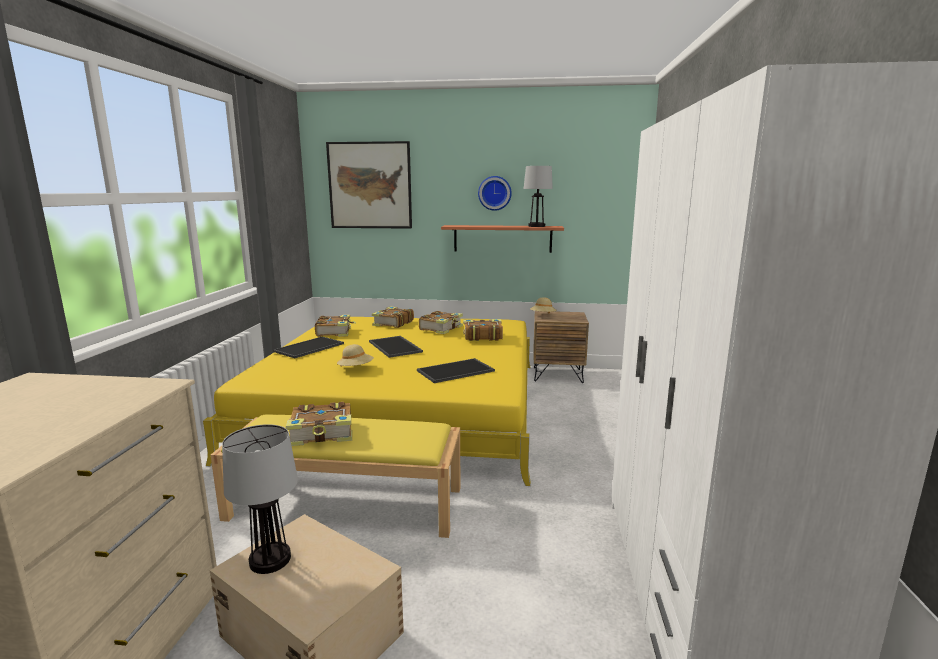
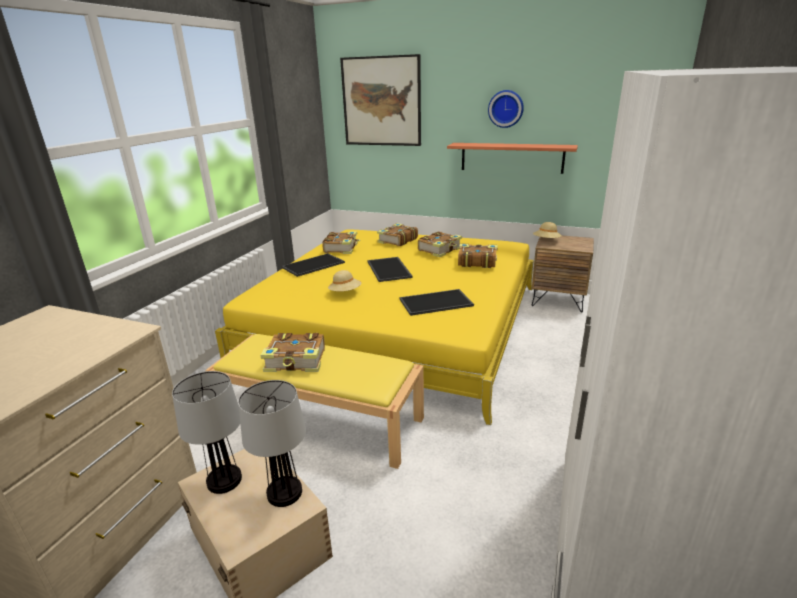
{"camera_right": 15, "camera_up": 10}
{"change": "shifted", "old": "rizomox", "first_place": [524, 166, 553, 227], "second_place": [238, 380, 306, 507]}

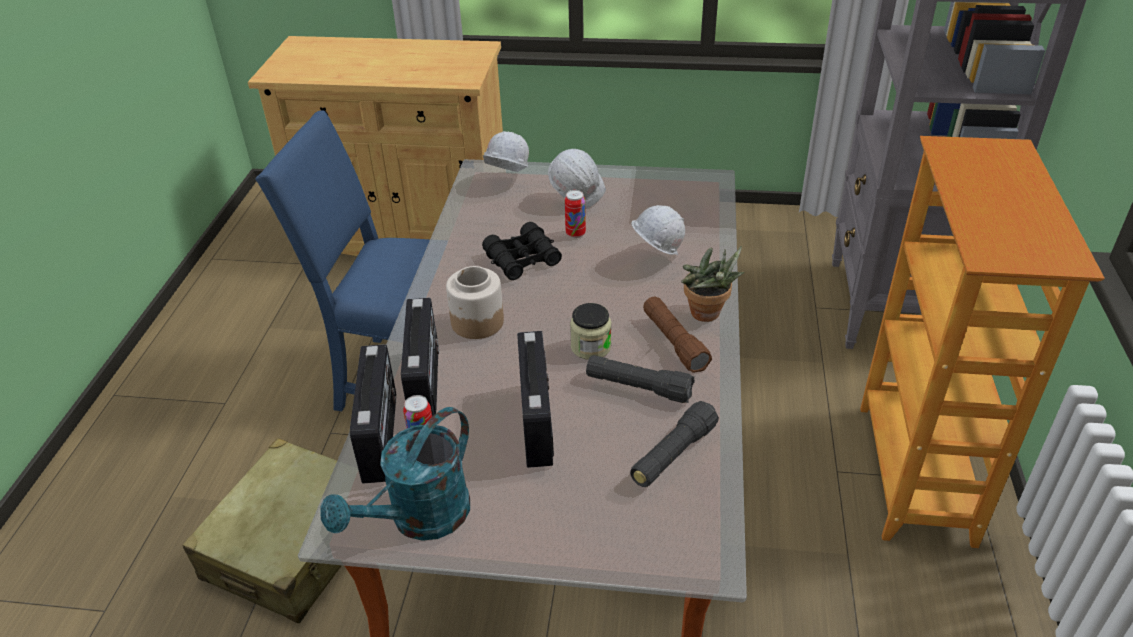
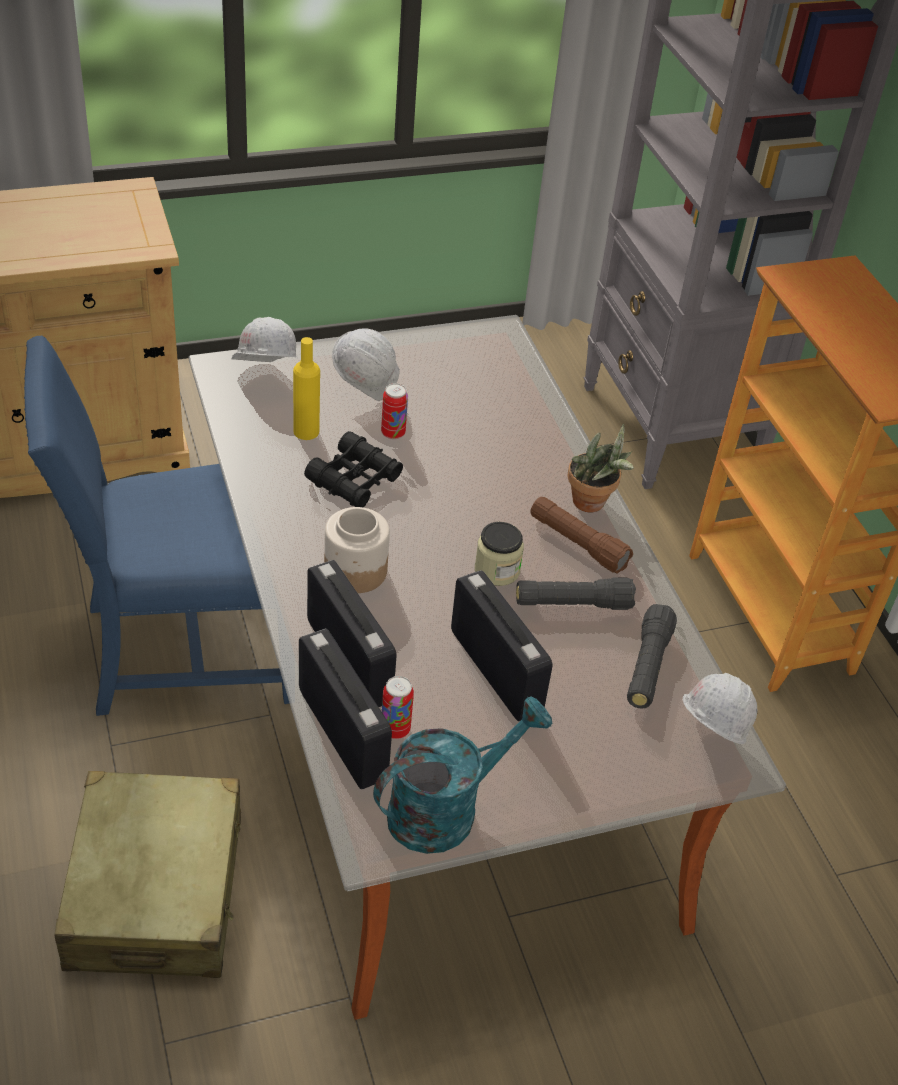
{"camera_right": -30, "camera_up": 5}
{"change": "rotated", "old": "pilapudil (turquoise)", "first_place": [320, 407, 470, 541], "second_place": [373, 696, 552, 854], "degrees": -135}
{"change": "shifted", "old": "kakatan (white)", "first_place": [631, 205, 685, 255], "second_place": [682, 673, 757, 744]}
{"change": "new", "new": "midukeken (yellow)", "second_place": [293, 337, 320, 440]}

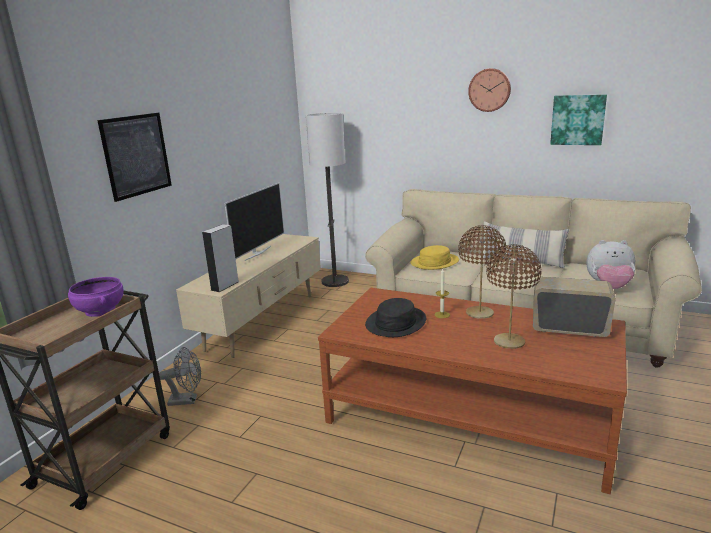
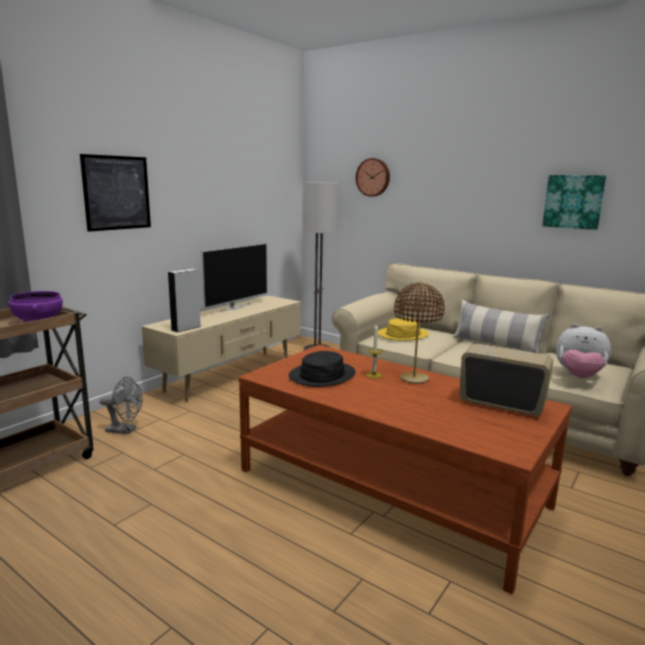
{"camera_right": 10, "camera_up": -5}
{"change": "shifted", "old": "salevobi", "first_place": [468, 68, 511, 112], "second_place": [356, 158, 390, 197]}
{"change": "gone", "old": "rizomox (brown)", "first_place": [486, 244, 542, 349]}

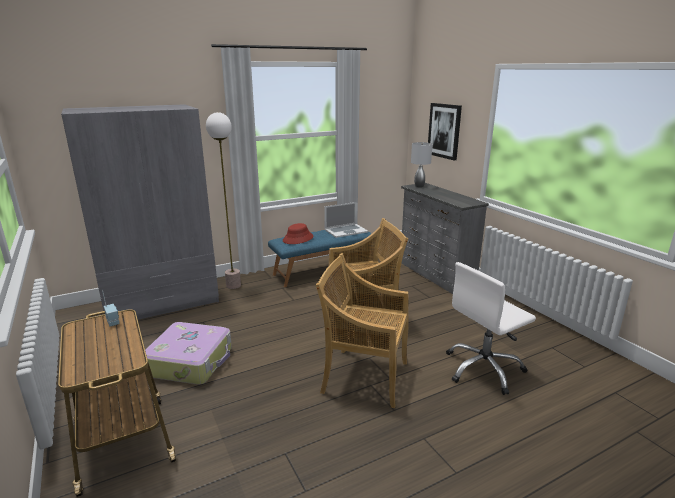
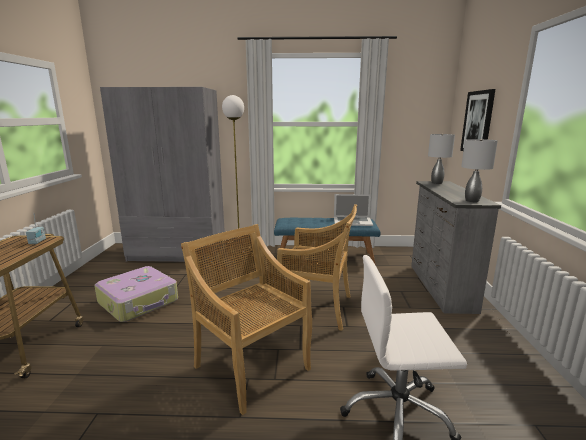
{"camera_right": 30, "camera_up": -5}
{"change": "gone", "old": "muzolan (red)", "first_place": [283, 223, 313, 244]}
{"change": "new", "new": "rizomox (grey)", "second_place": [461, 139, 498, 202]}

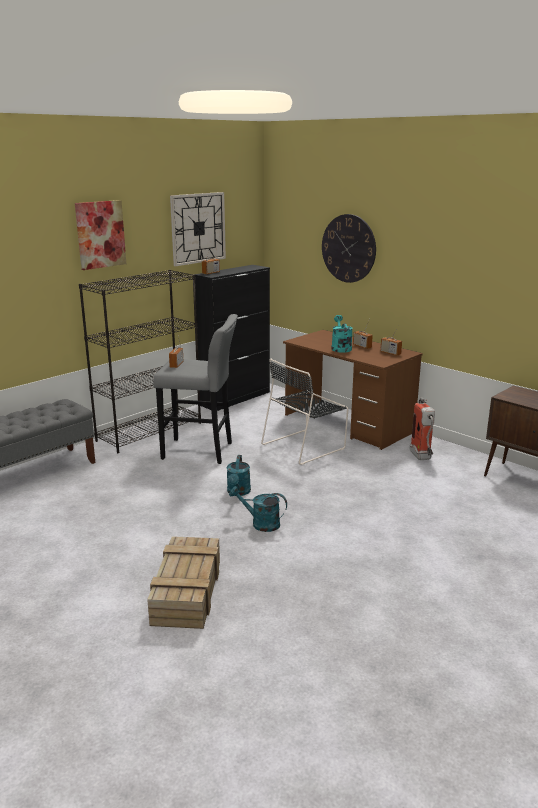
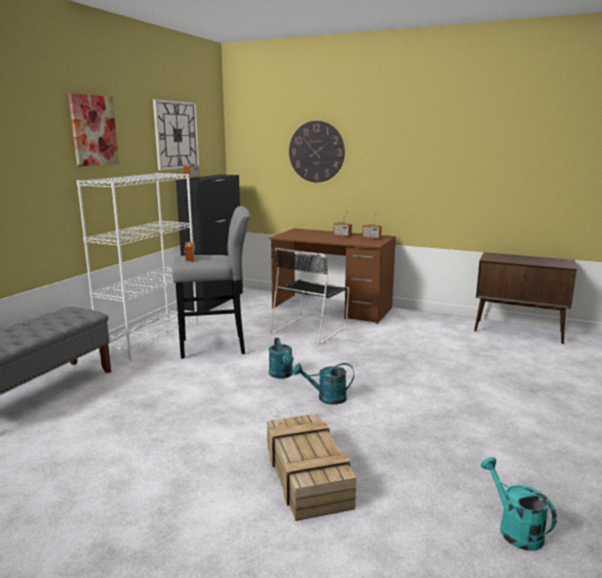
{"camera_right": -20, "camera_up": -5}
{"change": "repainted", "old": "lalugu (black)", "new": "lalugu (white)", "first_place": [79, 270, 201, 453], "second_place": [77, 173, 198, 360]}
{"change": "shifted", "old": "pilapudil (turquoise)", "first_place": [331, 315, 353, 353], "second_place": [481, 457, 557, 551]}
{"change": "gone", "old": "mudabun", "first_place": [410, 397, 435, 460]}

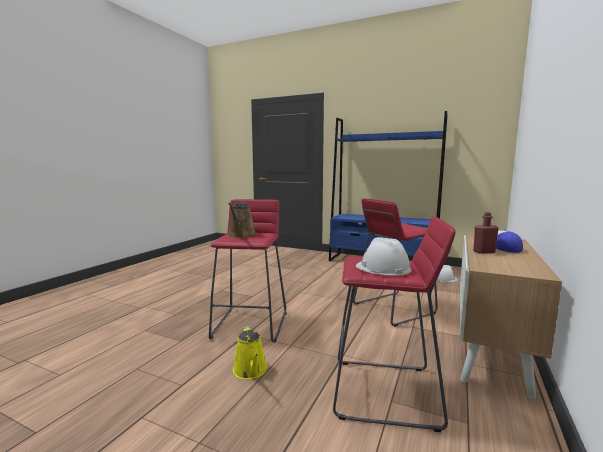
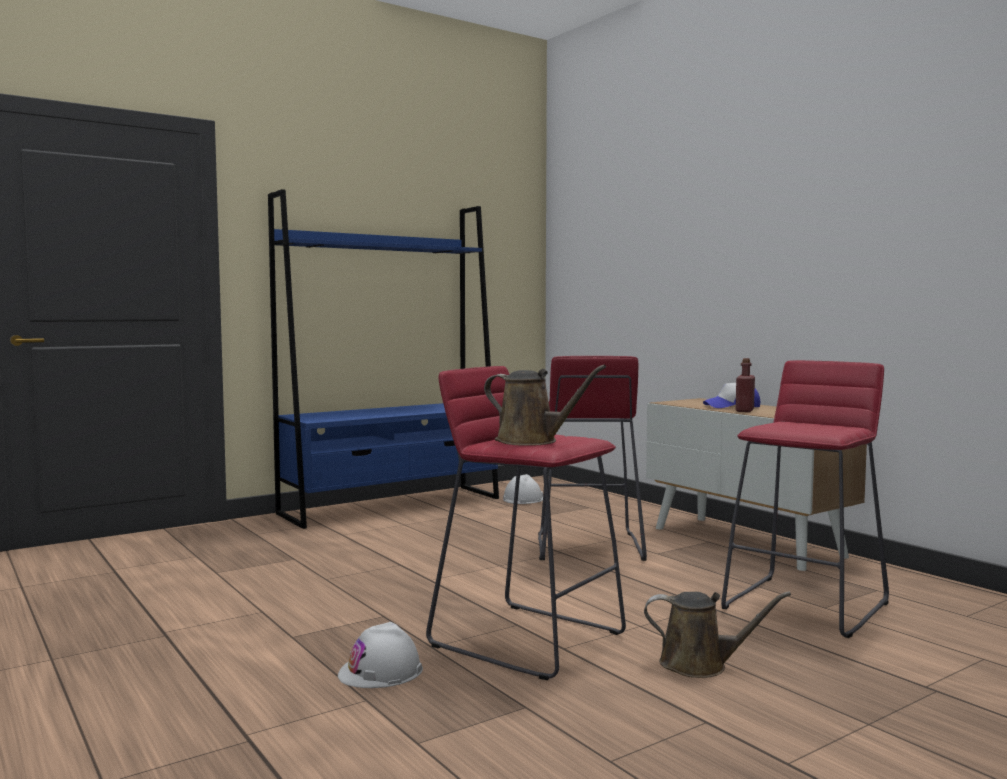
{"camera_right": -60, "camera_up": -5}
{"change": "repainted", "old": "pilapudil (yellow)", "new": "pilapudil (brown)", "first_place": [233, 326, 268, 379], "second_place": [644, 591, 791, 678]}
{"change": "shifted", "old": "kakatan (white)", "first_place": [356, 237, 411, 276], "second_place": [338, 622, 423, 688]}

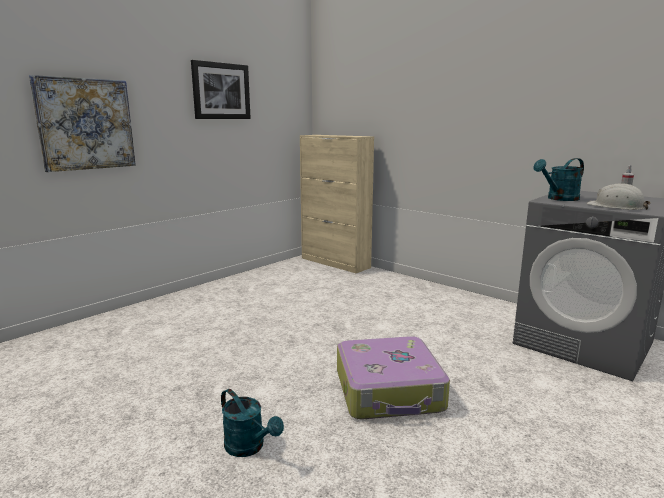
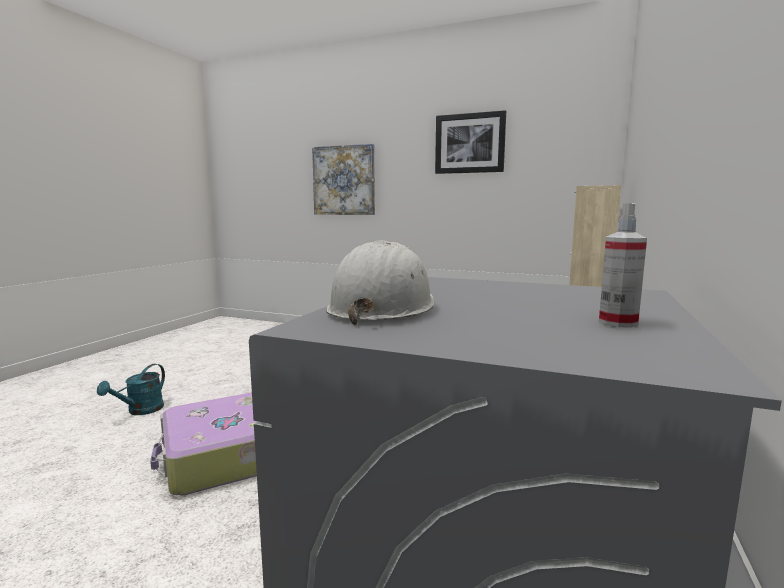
{"camera_right": 70, "camera_up": -5}
{"change": "gone", "old": "pilapudil (turquoise)", "first_place": [533, 158, 584, 201]}

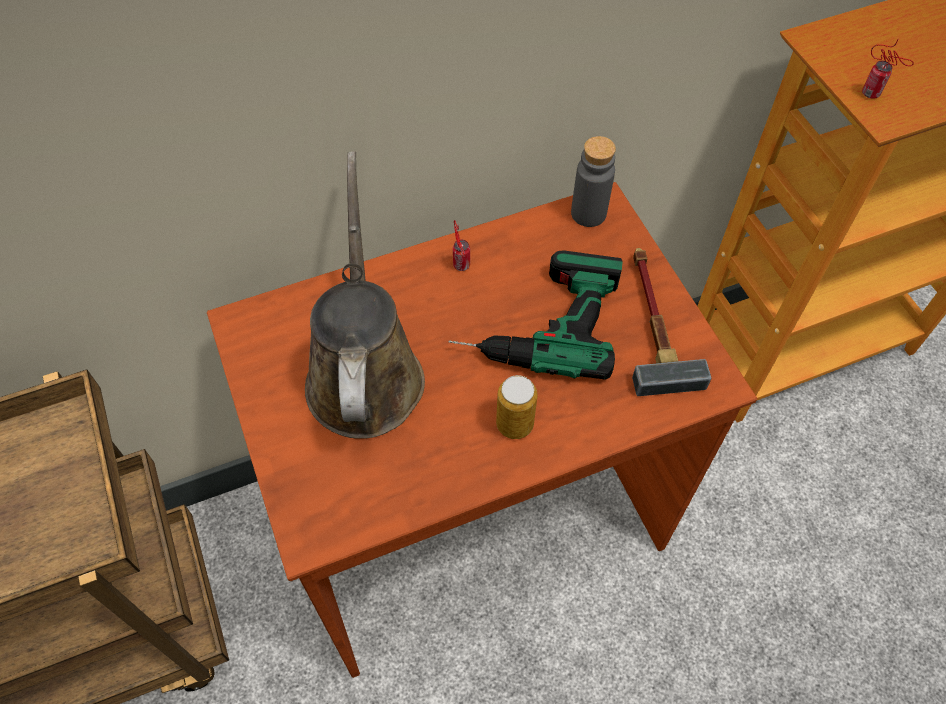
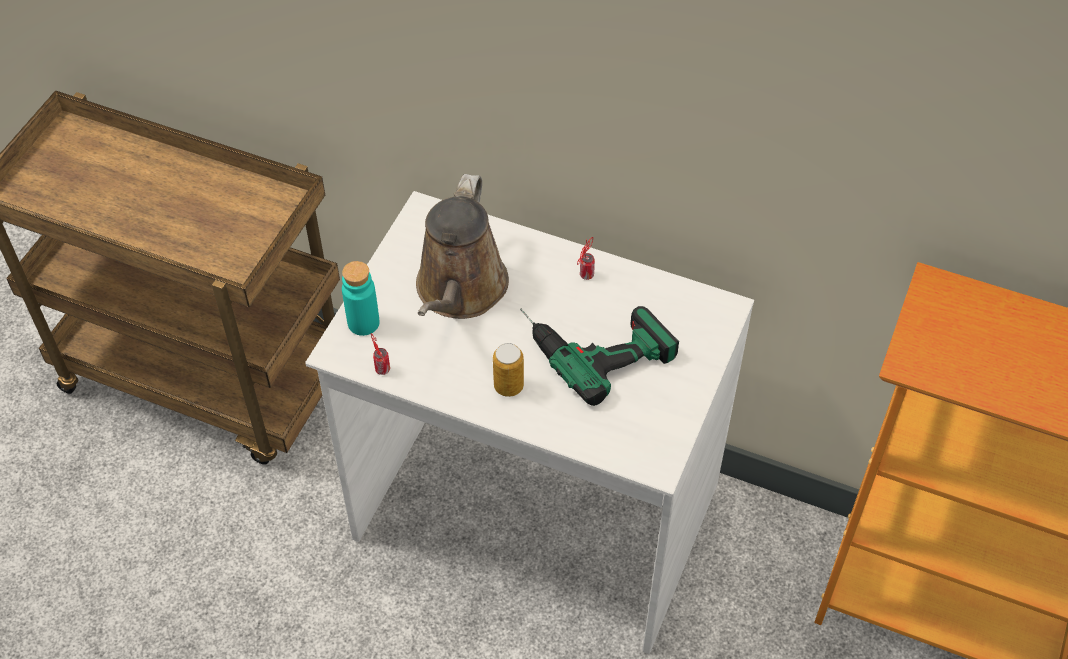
{"camera_right": 45, "camera_up": -5}
{"change": "repainted", "old": "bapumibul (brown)", "new": "bapumibul (white)", "first_place": [207, 182, 757, 678], "second_place": [305, 191, 754, 654]}
{"change": "rotated", "old": "pilapudil (brown)", "first_place": [305, 151, 425, 439], "second_place": [416, 174, 509, 319], "degrees": 150}
{"change": "gone", "old": "midukeken (grey)", "first_place": [571, 136, 616, 227]}
{"change": "gone", "old": "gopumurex", "first_place": [632, 248, 711, 396]}
{"change": "shifted", "old": "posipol", "first_place": [862, 39, 914, 99], "second_place": [371, 333, 390, 375]}
{"change": "new", "new": "midukeken (turquoise)", "second_place": [342, 261, 380, 336]}

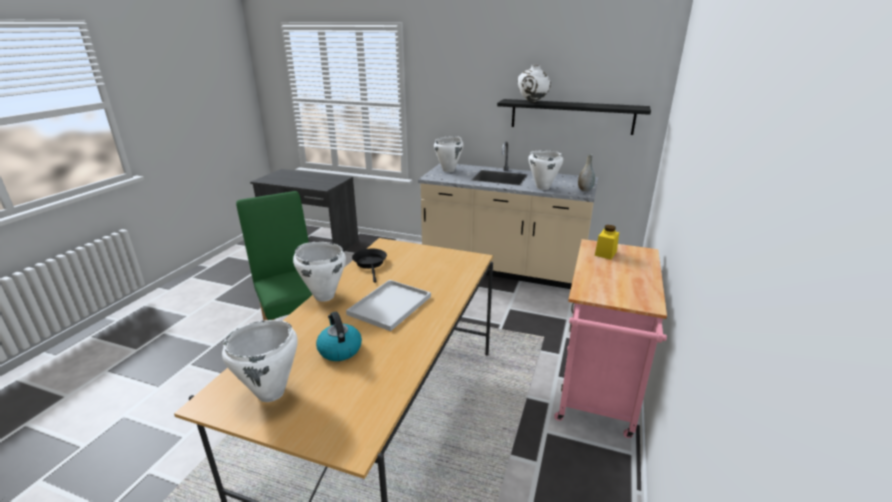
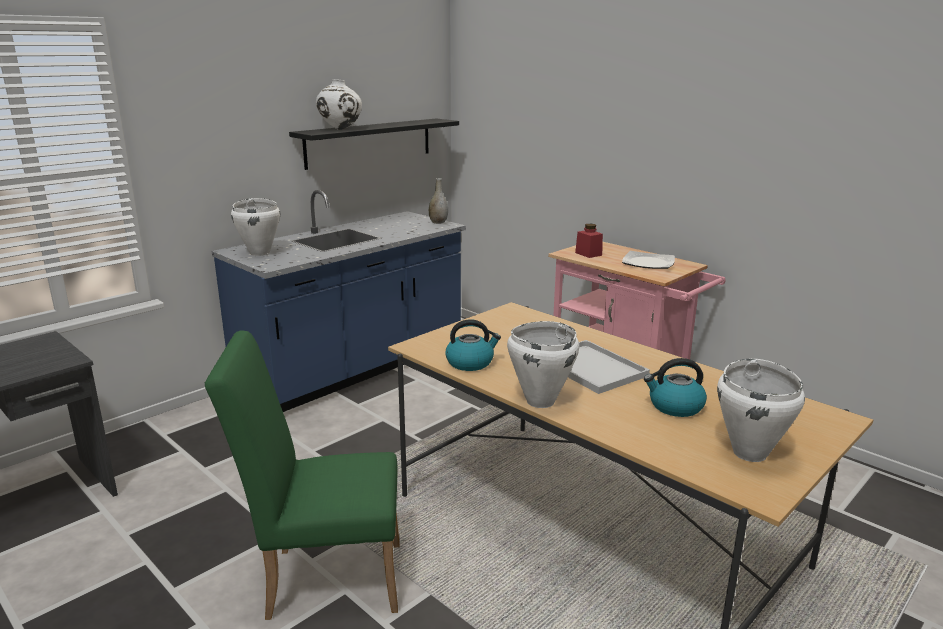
{"camera_right": -65, "camera_up": -5}
{"change": "swapped", "old": "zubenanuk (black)", "new": "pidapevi", "first_place": [352, 249, 387, 283], "second_place": [445, 319, 501, 371]}
{"change": "repainted", "old": "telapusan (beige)", "new": "telapusan (blue)", "first_place": [418, 142, 598, 289], "second_place": [212, 190, 466, 412]}
{"change": "gone", "old": "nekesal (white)", "first_place": [528, 151, 563, 190]}
{"change": "repainted", "old": "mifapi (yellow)", "new": "mifapi (red)", "first_place": [595, 225, 619, 260], "second_place": [575, 224, 603, 258]}
{"change": "new", "new": "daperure", "second_place": [622, 251, 675, 269]}

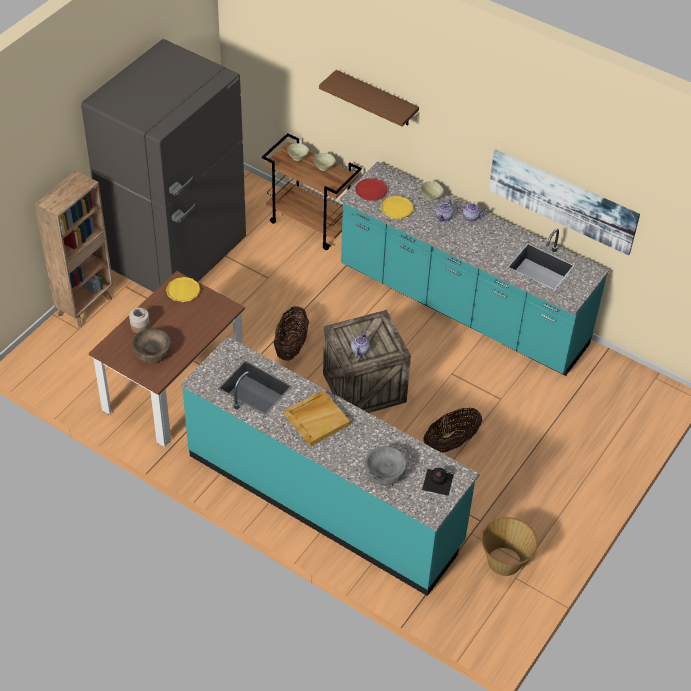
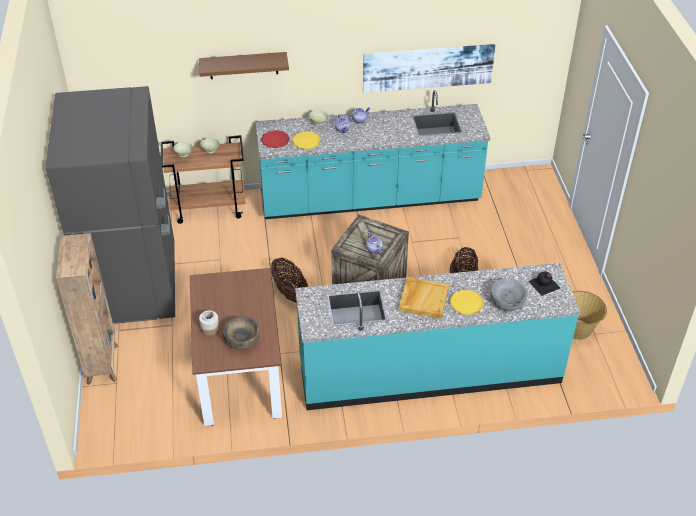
{"camera_right": -40, "camera_up": -5}
{"change": "shifted", "old": "daperure (yellow)", "first_place": [166, 277, 200, 302], "second_place": [450, 290, 484, 315]}

